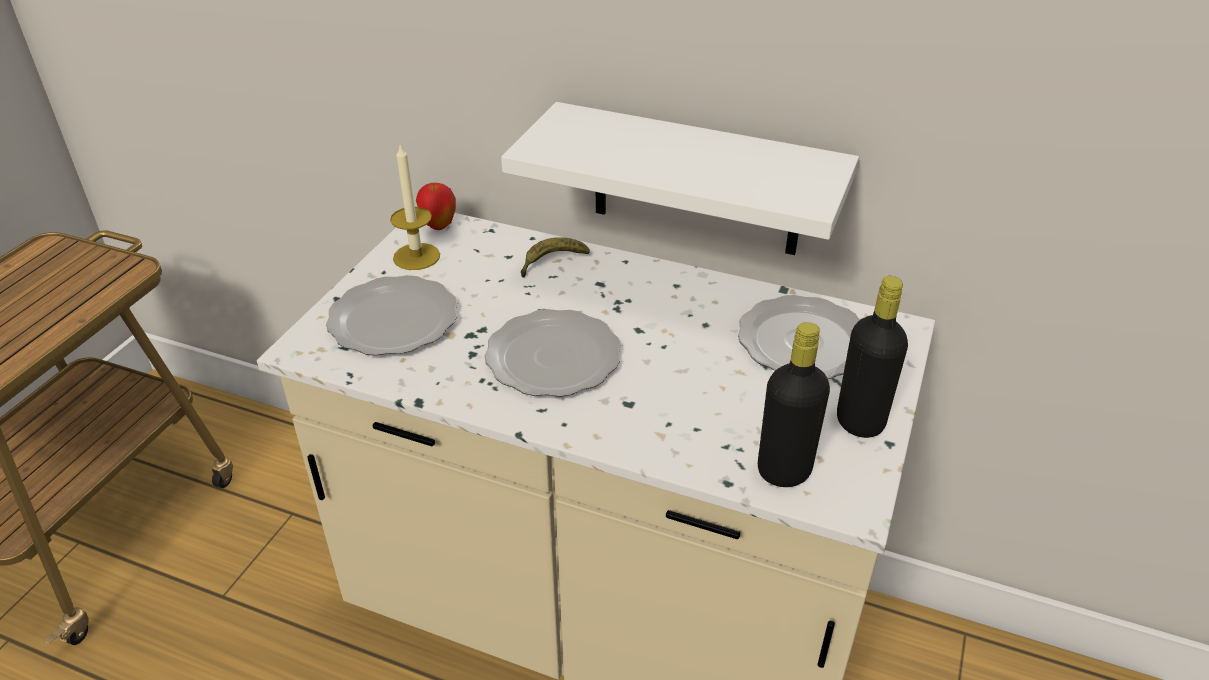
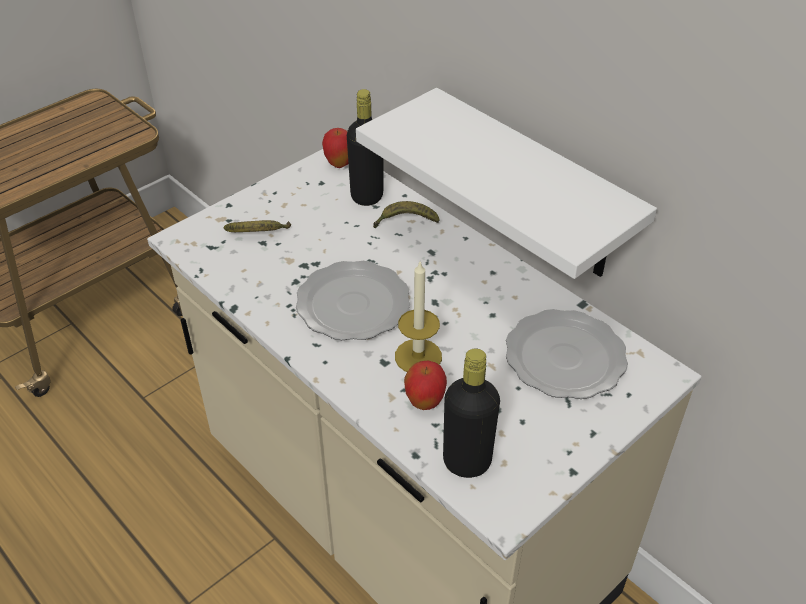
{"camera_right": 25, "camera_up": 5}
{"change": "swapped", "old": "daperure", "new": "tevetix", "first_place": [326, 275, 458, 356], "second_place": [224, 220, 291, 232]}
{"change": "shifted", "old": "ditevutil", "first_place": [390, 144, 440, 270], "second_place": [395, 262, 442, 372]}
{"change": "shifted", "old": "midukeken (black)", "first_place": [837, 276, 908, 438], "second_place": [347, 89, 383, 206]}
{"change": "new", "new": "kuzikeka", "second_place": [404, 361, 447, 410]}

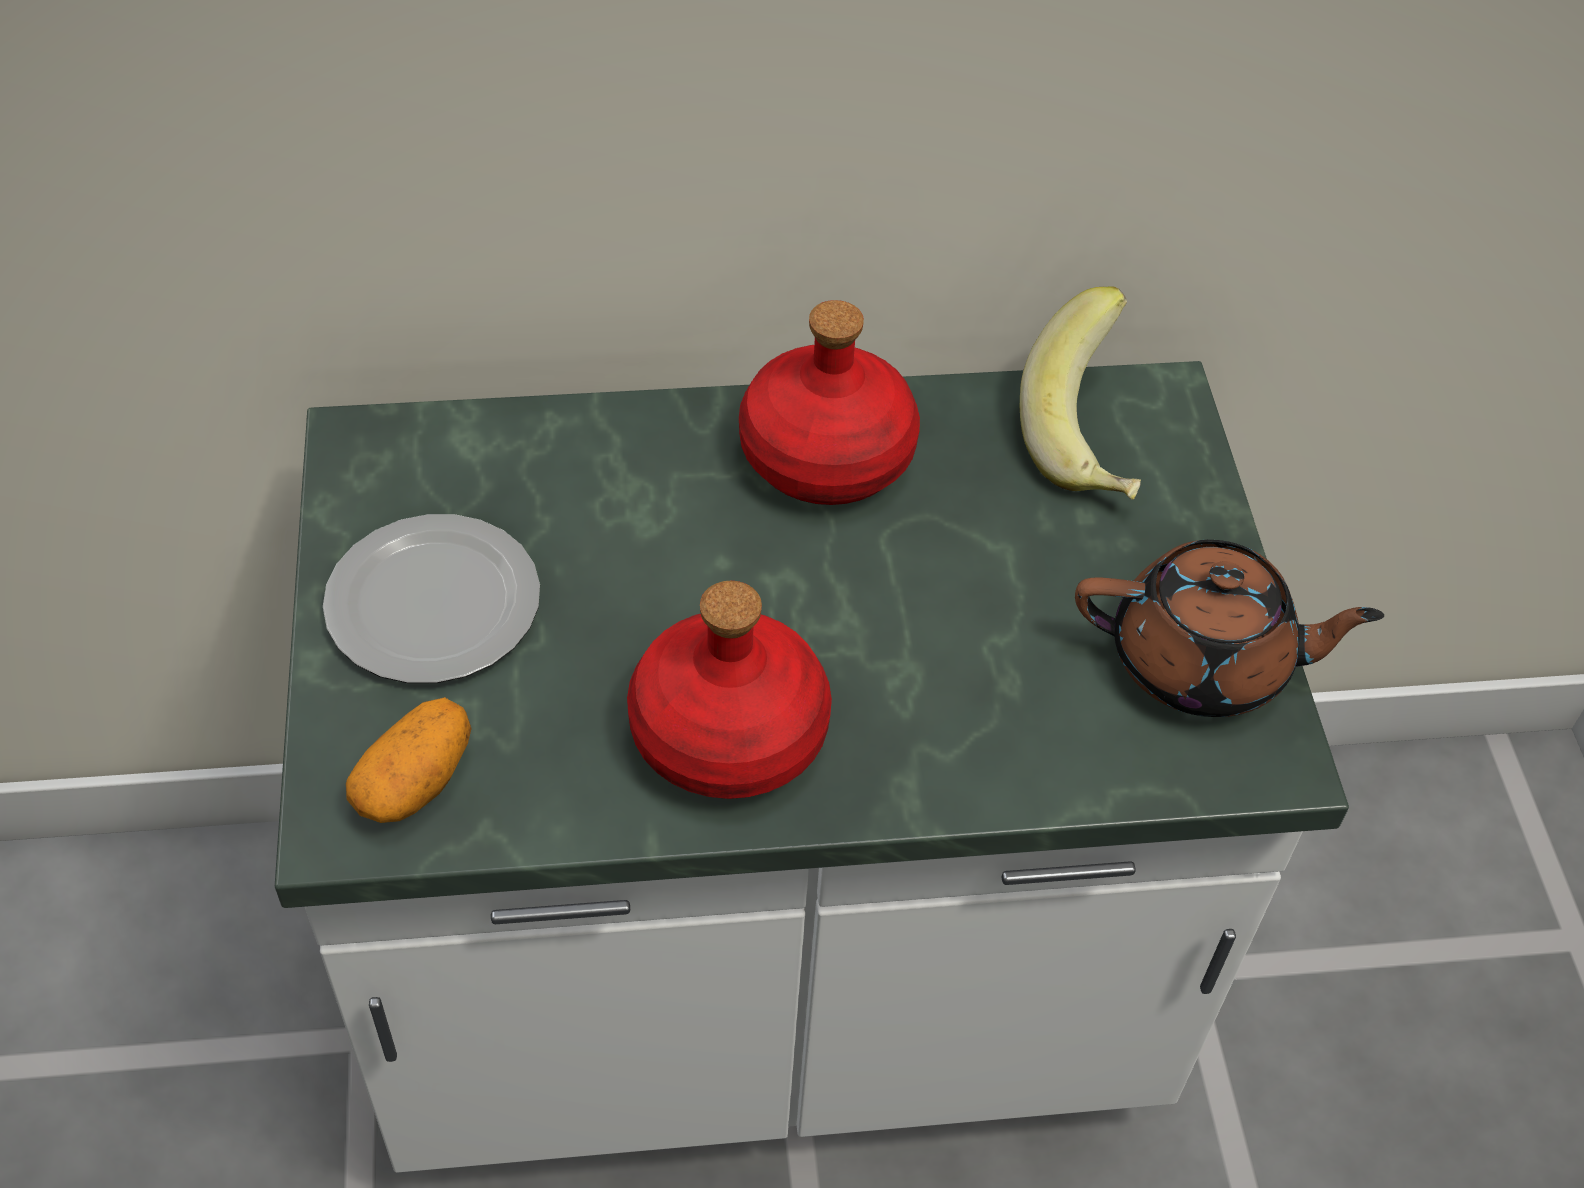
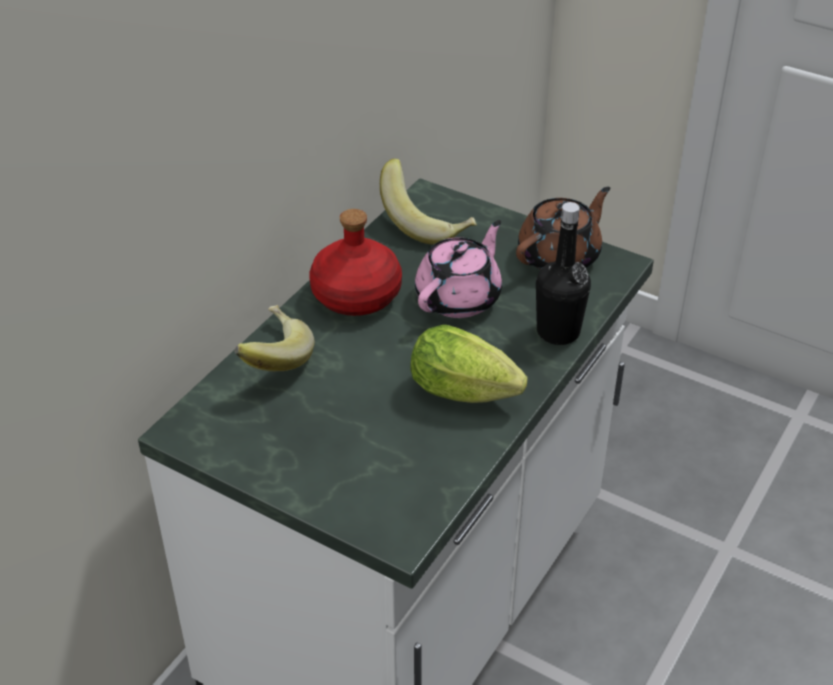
{"camera_right": -50, "camera_up": -10}
{"change": "gone", "old": "daperure", "first_place": [323, 514, 540, 683]}
{"change": "gone", "old": "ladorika", "first_place": [346, 697, 472, 823]}
{"change": "swapped", "old": "midukeken (red)", "new": "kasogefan", "first_place": [627, 581, 832, 799], "second_place": [410, 325, 528, 403]}
{"change": "new", "new": "tevetix", "second_place": [235, 305, 315, 371]}
{"change": "new", "new": "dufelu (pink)", "second_place": [415, 220, 502, 318]}
{"change": "new", "new": "midukeken (black)", "second_place": [536, 202, 591, 345]}

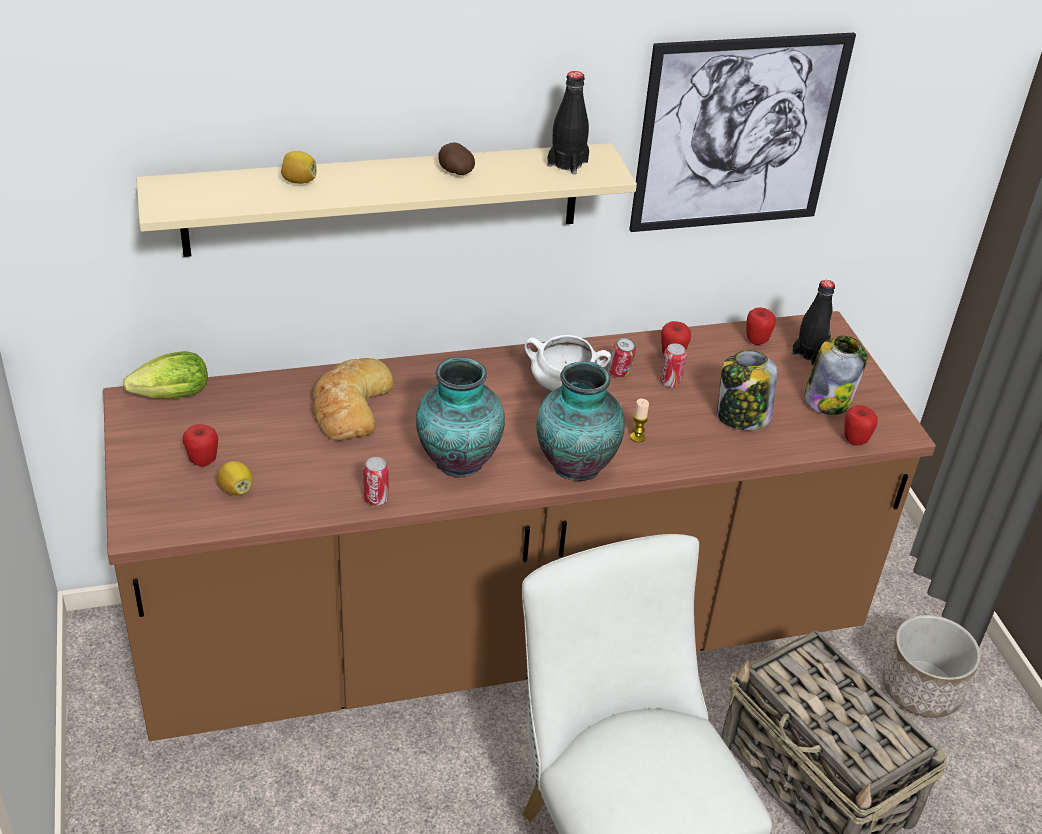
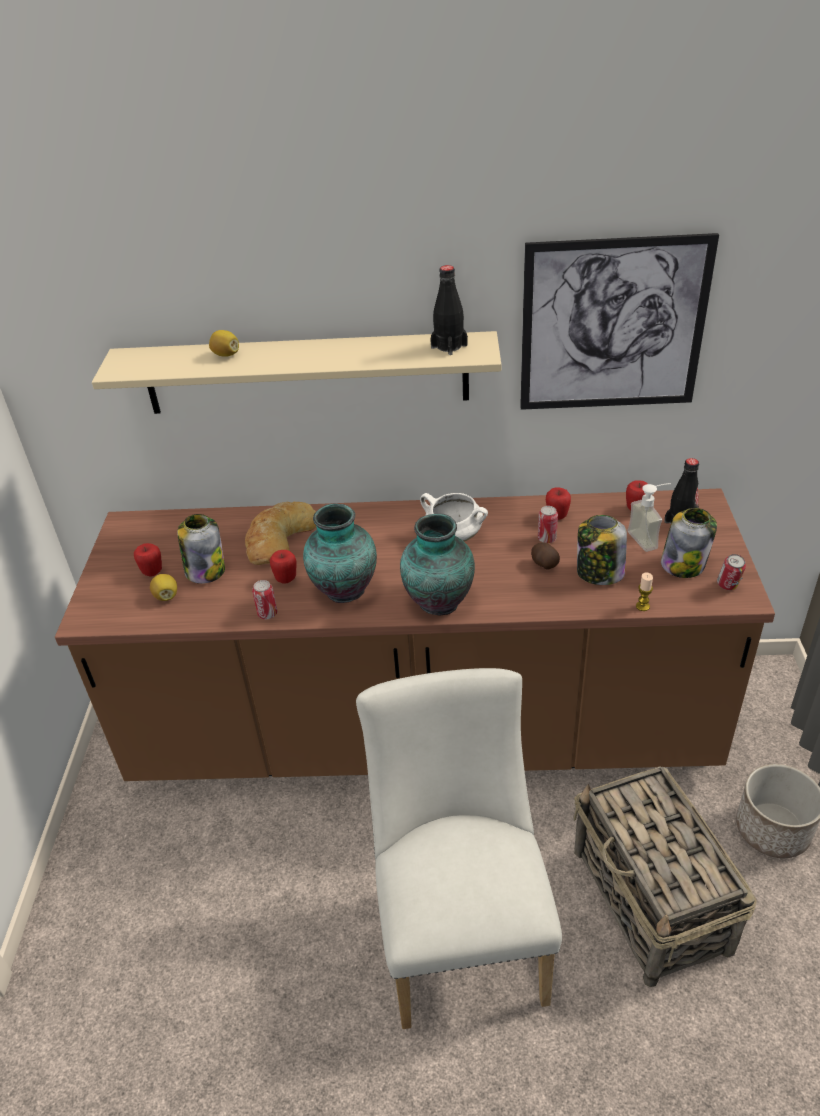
{"camera_right": 20, "camera_up": 0}
{"change": "gone", "old": "kasogefan", "first_place": [123, 351, 208, 398]}
{"change": "shifted", "old": "ladorika", "first_place": [438, 142, 475, 175], "second_place": [531, 542, 560, 570]}
{"change": "shifted", "old": "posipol", "first_place": [608, 337, 636, 377], "second_place": [717, 554, 746, 590]}
{"change": "shifted", "old": "ditevutil", "first_place": [630, 398, 649, 443], "second_place": [636, 572, 653, 611]}
{"change": "shifted", "old": "kuzikeka", "first_place": [844, 405, 878, 446], "second_place": [270, 550, 297, 584]}
{"change": "new", "new": "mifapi", "second_place": [177, 514, 225, 584]}
{"change": "new", "new": "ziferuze", "second_place": [627, 483, 671, 552]}

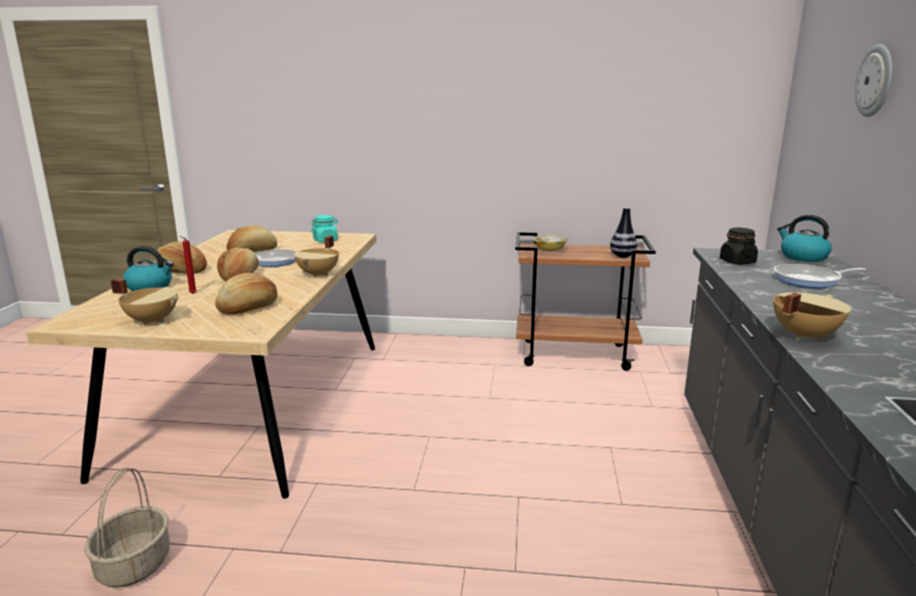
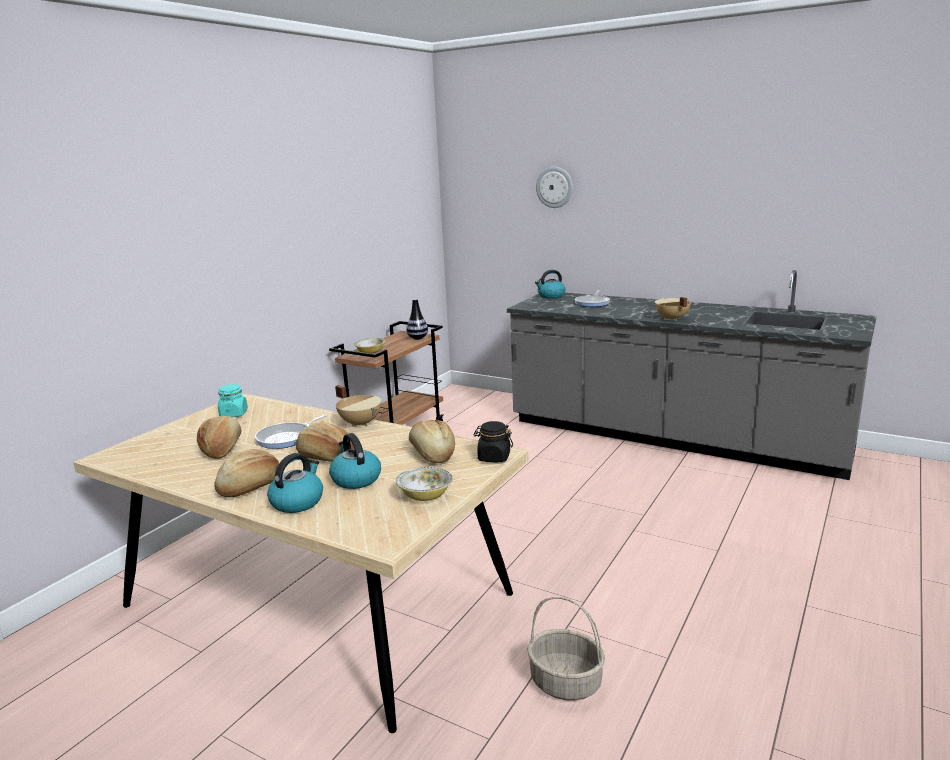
{"camera_right": -65, "camera_up": 0}
{"change": "swapped", "old": "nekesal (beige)", "new": "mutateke", "first_place": [110, 279, 179, 326], "second_place": [396, 467, 453, 501]}
{"change": "swapped", "old": "ditevutil (red)", "new": "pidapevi", "first_place": [179, 236, 197, 294], "second_place": [329, 433, 381, 489]}
{"change": "shifted", "old": "mifapi (black)", "first_place": [720, 228, 758, 264], "second_place": [473, 421, 513, 462]}

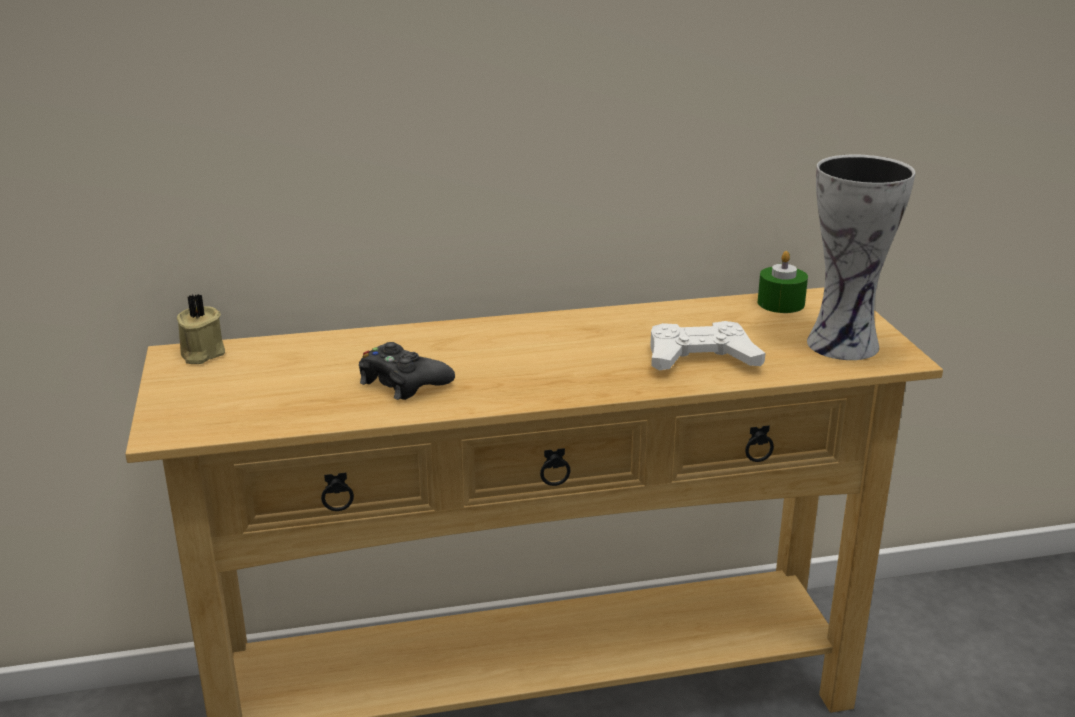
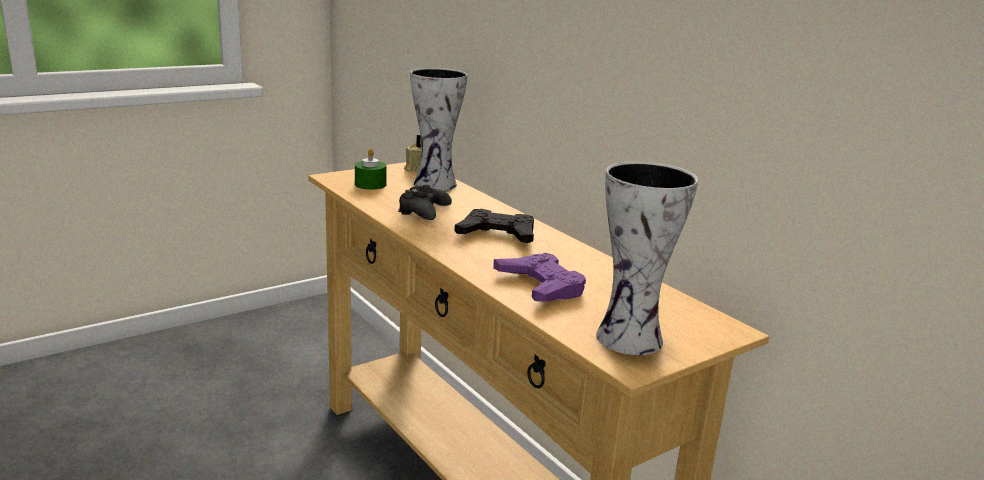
{"camera_right": 65, "camera_up": -5}
{"change": "repainted", "old": "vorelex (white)", "new": "vorelex (purple)", "first_place": [650, 321, 766, 370], "second_place": [493, 253, 586, 302]}
{"change": "shifted", "old": "ditevutil (green)", "first_place": [758, 251, 808, 313], "second_place": [355, 148, 387, 190]}
{"change": "new", "new": "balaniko", "second_place": [410, 68, 467, 191]}
{"change": "new", "new": "vorelex (black)", "second_place": [454, 209, 534, 243]}

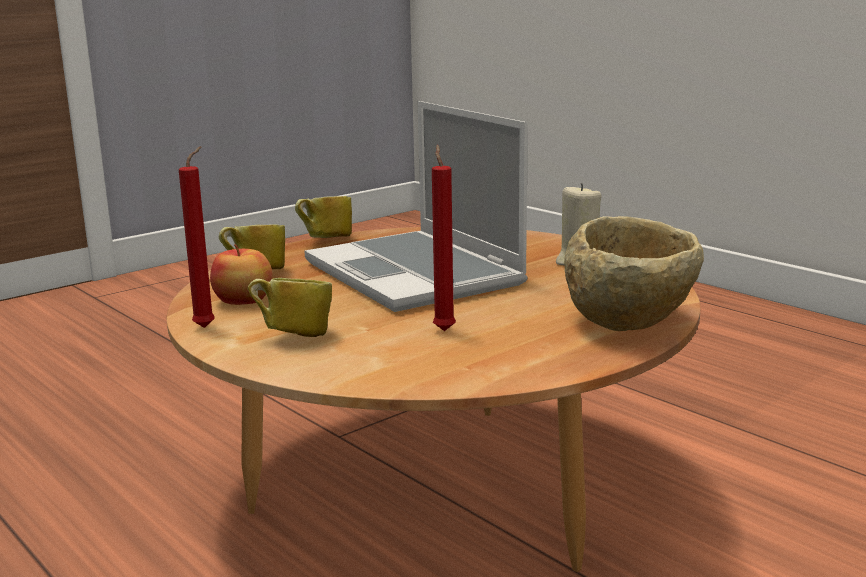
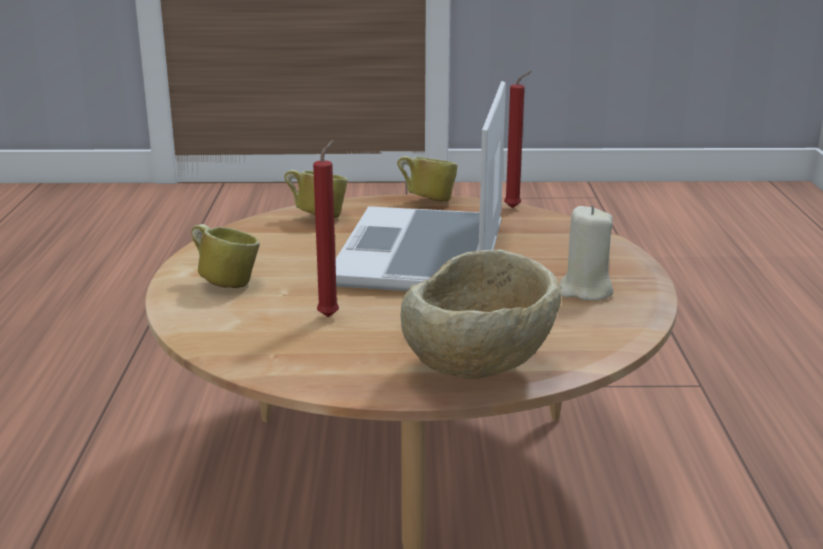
{"camera_right": 40, "camera_up": 5}
{"change": "shifted", "old": "ditevutil (red)", "first_place": [179, 146, 215, 328], "second_place": [504, 71, 532, 208]}
{"change": "gone", "old": "kuzikeka", "first_place": [210, 244, 273, 305]}

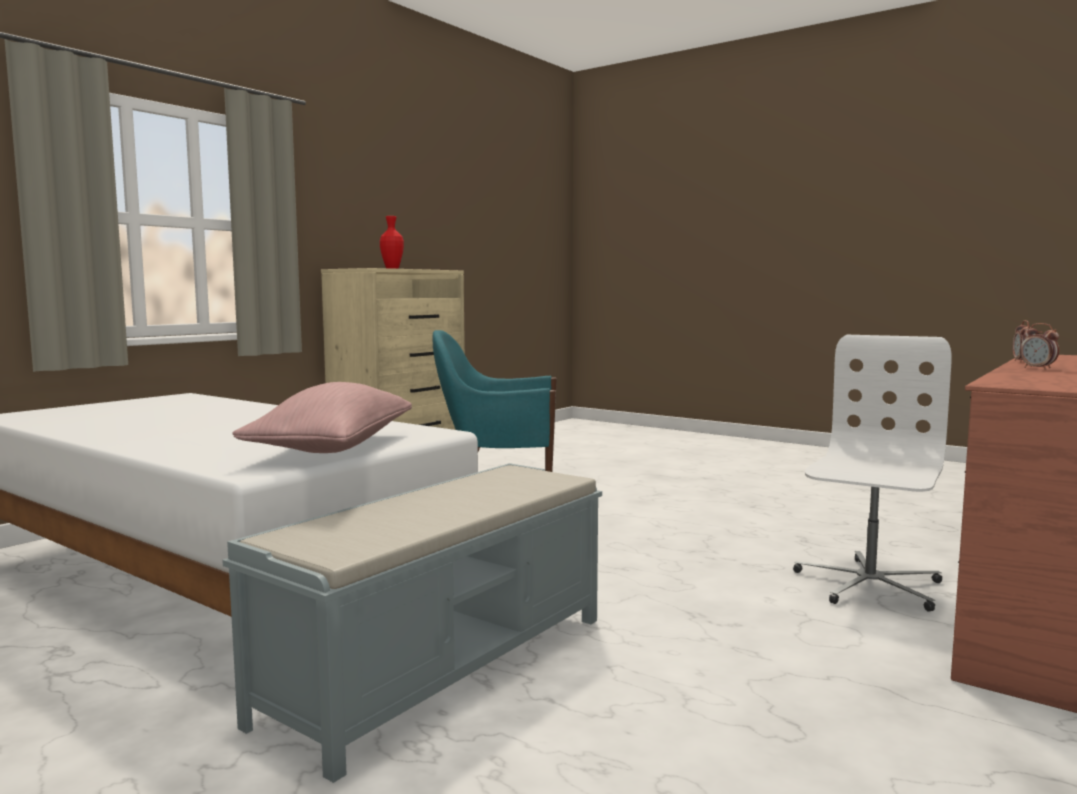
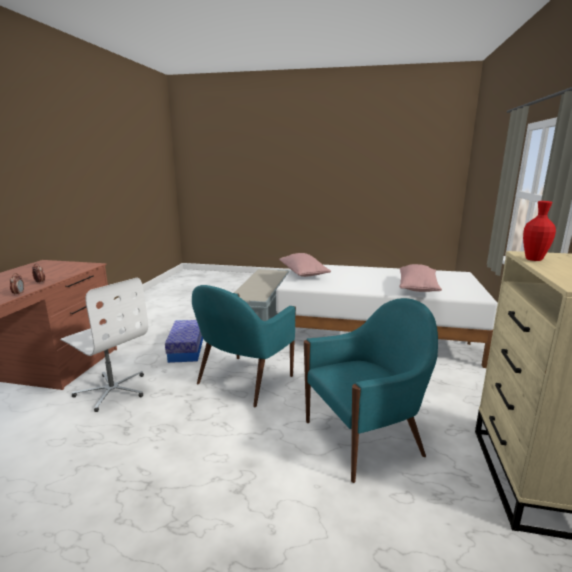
{"camera_right": 155, "camera_up": 10}
{"change": "rotated", "old": "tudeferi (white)", "first_place": [793, 335, 952, 612], "second_place": [60, 278, 148, 412], "degrees": -60}
{"change": "new", "new": "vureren", "second_place": [165, 320, 203, 363]}
{"change": "new", "new": "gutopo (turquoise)", "second_place": [192, 285, 296, 407]}
{"change": "new", "new": "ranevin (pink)", "second_place": [400, 264, 442, 292]}

